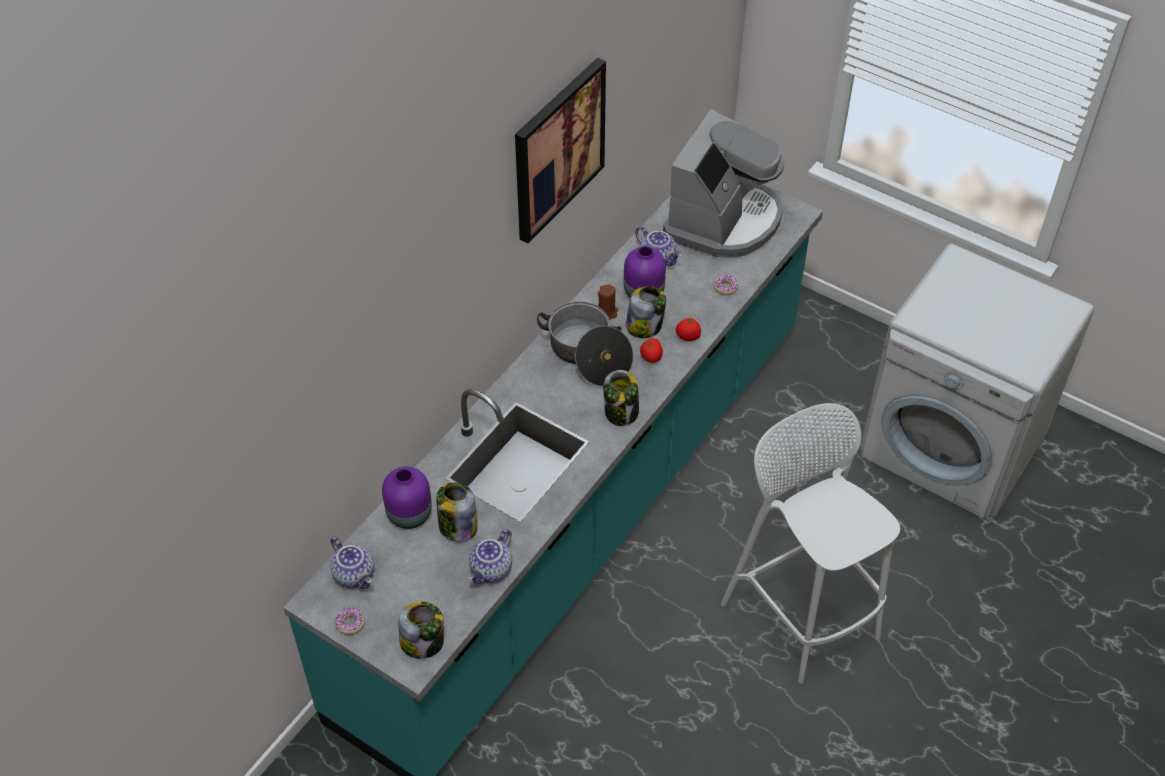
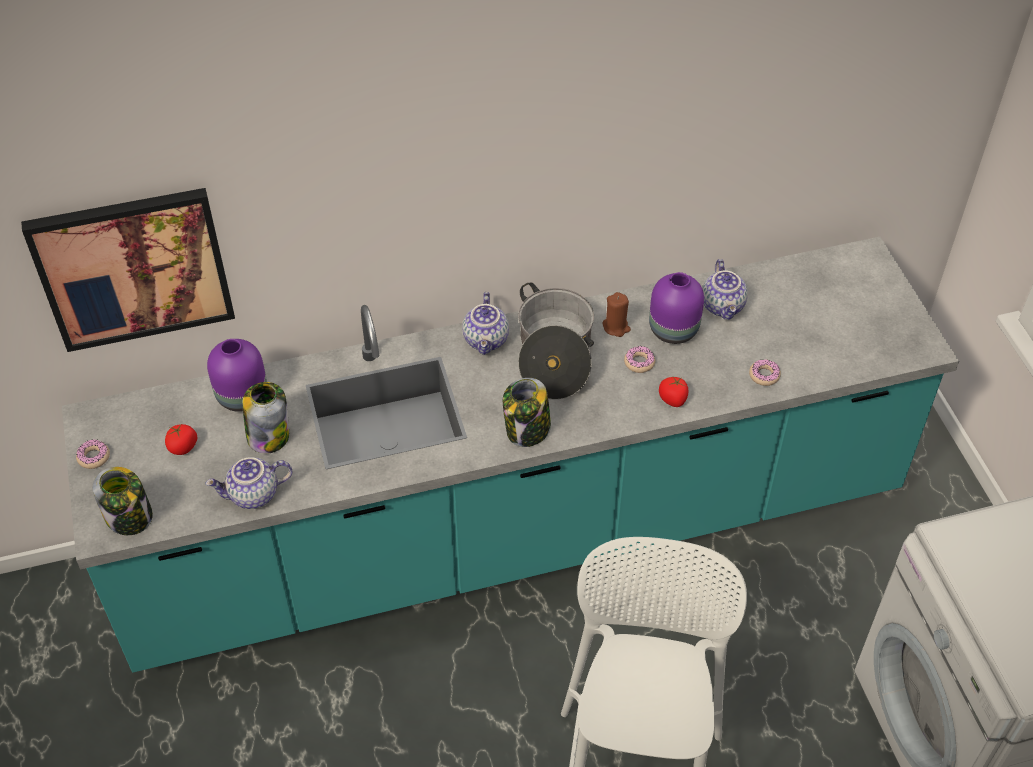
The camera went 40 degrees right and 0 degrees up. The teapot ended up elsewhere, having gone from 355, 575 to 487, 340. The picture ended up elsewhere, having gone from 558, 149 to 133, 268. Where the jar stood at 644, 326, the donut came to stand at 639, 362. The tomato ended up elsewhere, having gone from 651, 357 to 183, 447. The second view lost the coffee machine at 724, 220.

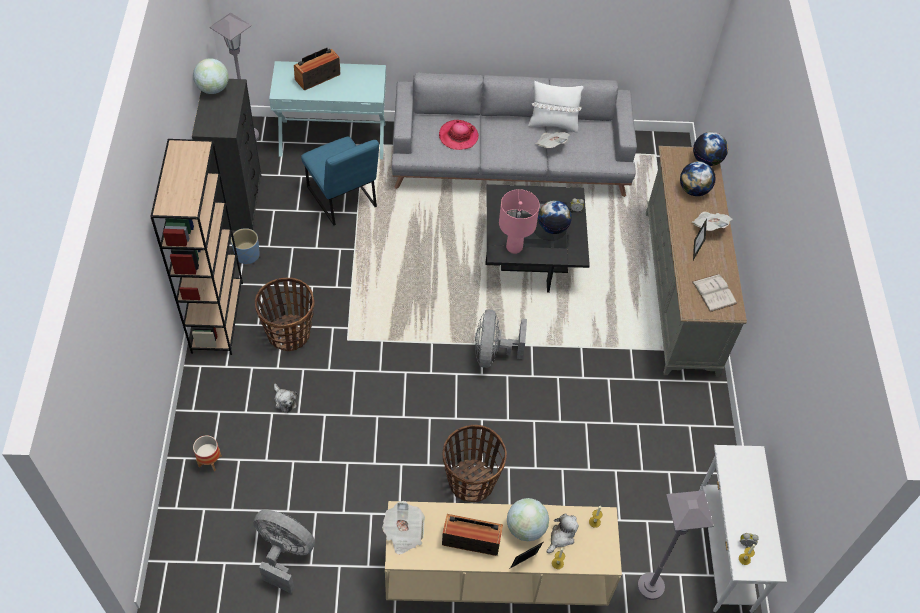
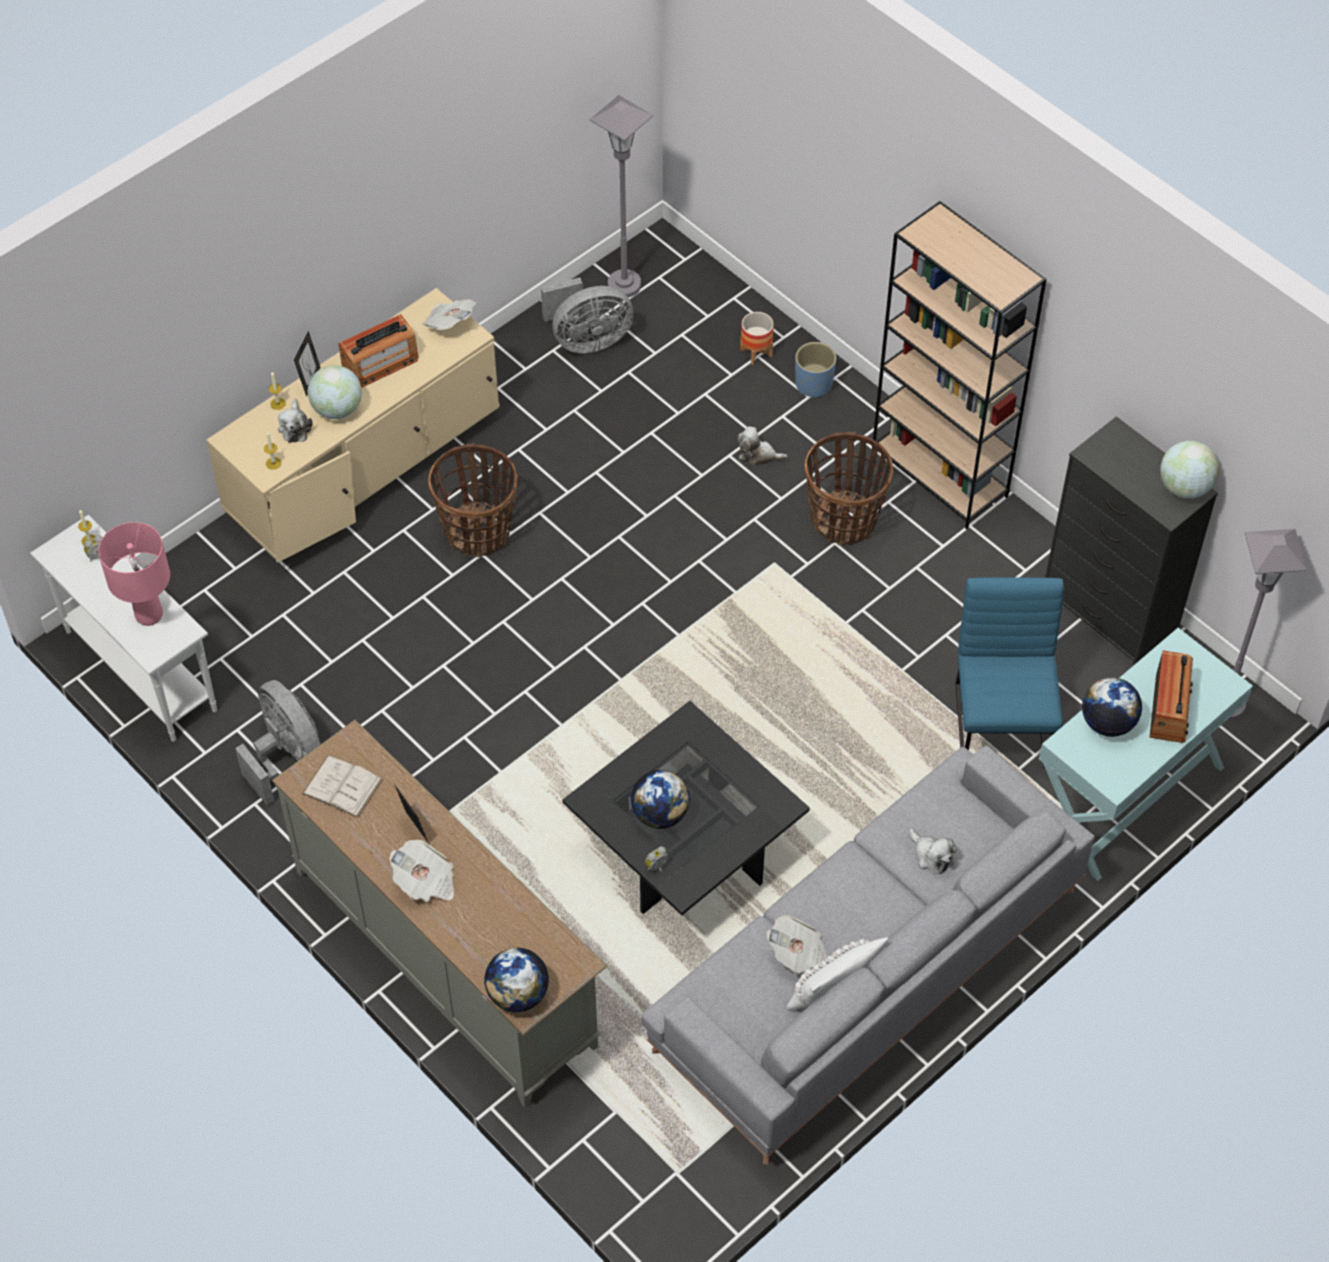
The camera went 140 degrees right and 0 degrees up. The planter in blue ended up elsewhere, having gone from 247, 255 to 814, 384. The chair in blue at 342, 198 ended up facing another way, 75 degrees clockwise from before. Where the hat stood at 458, 136, the plush toy came to stand at 931, 856. The fan in grey ended up elsewhere, having gone from 493, 353 to 286, 756. The table lamp in pink ended up elsewhere, having gone from 514, 247 to 149, 615. The floor lamp in grey ended up elsewhere, having gone from 650, 586 to 624, 285. The globe ended up elsewhere, having gone from 693, 190 to 1108, 722.

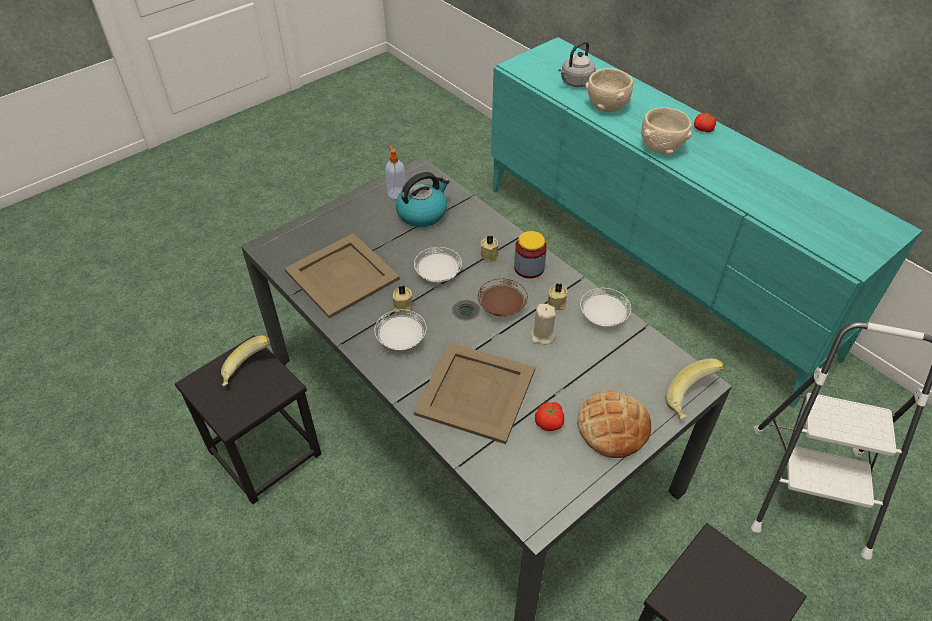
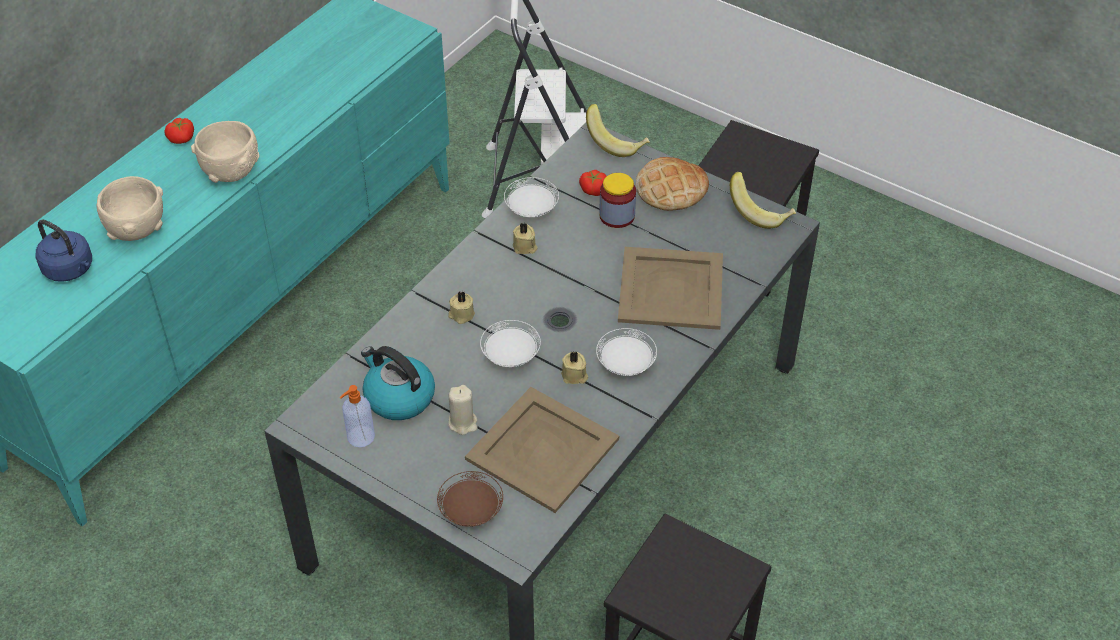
The camera went 105 degrees left and 0 degrees up. The banana ended up elsewhere, having gone from 247, 371 to 760, 212. The plate in brown ended up elsewhere, having gone from 501, 307 to 471, 510. The jar ended up elsewhere, having gone from 529, 268 to 617, 216. The candle in beige ended up elsewhere, having gone from 542, 336 to 463, 423. The tomato ended up elsewhere, having gone from 549, 422 to 594, 189. What was the kettle in grey at 575, 82 turned into the kettle in blue at 70, 270.

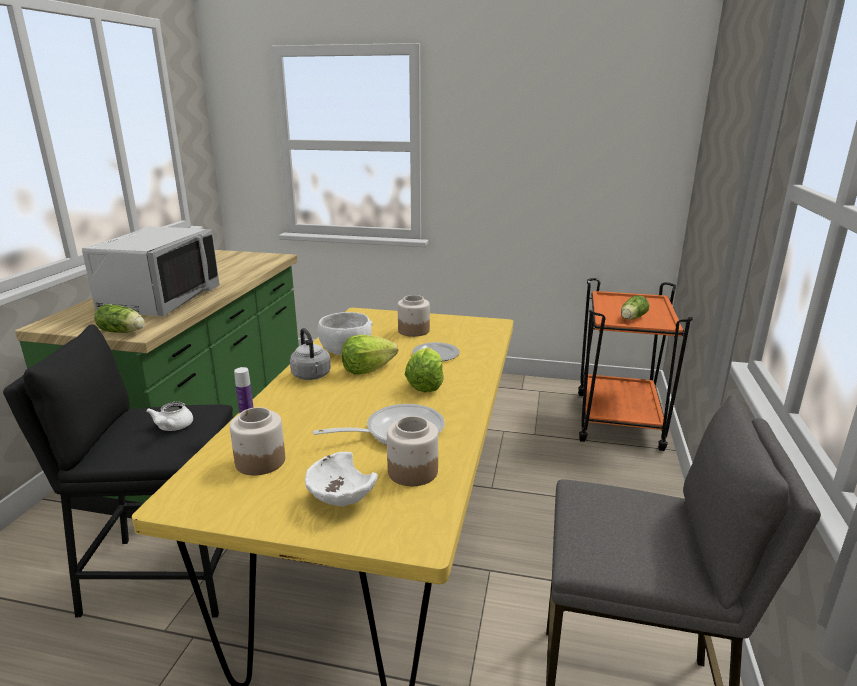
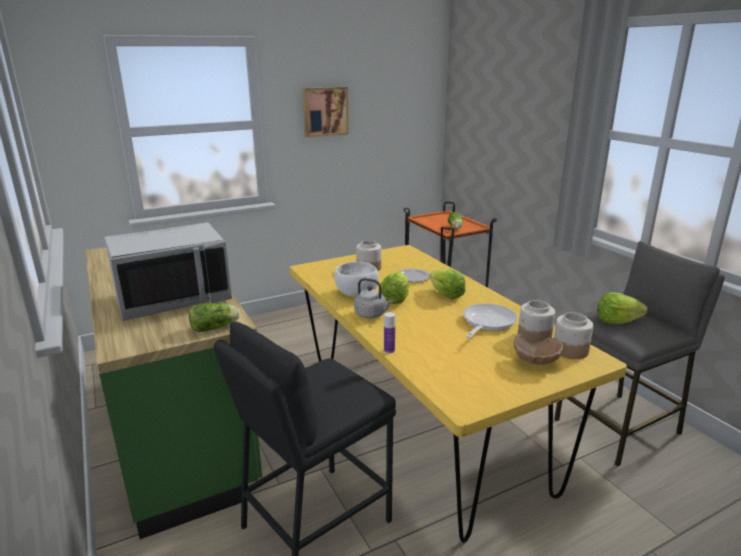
The camera went 40 degrees left and 0 degrees up. The microwave in grey at 160, 300 ended up facing another way, 90 degrees clockwise from before. The second view lost the teapot in white at 172, 427. The jar ended up elsewhere, having gone from 260, 461 to 569, 350. What was the bowl in white at 340, 500 turned into the bowl in brown at 535, 363. The second view gained the picture at 325, 111. The second view gained the lettuce at 617, 321.

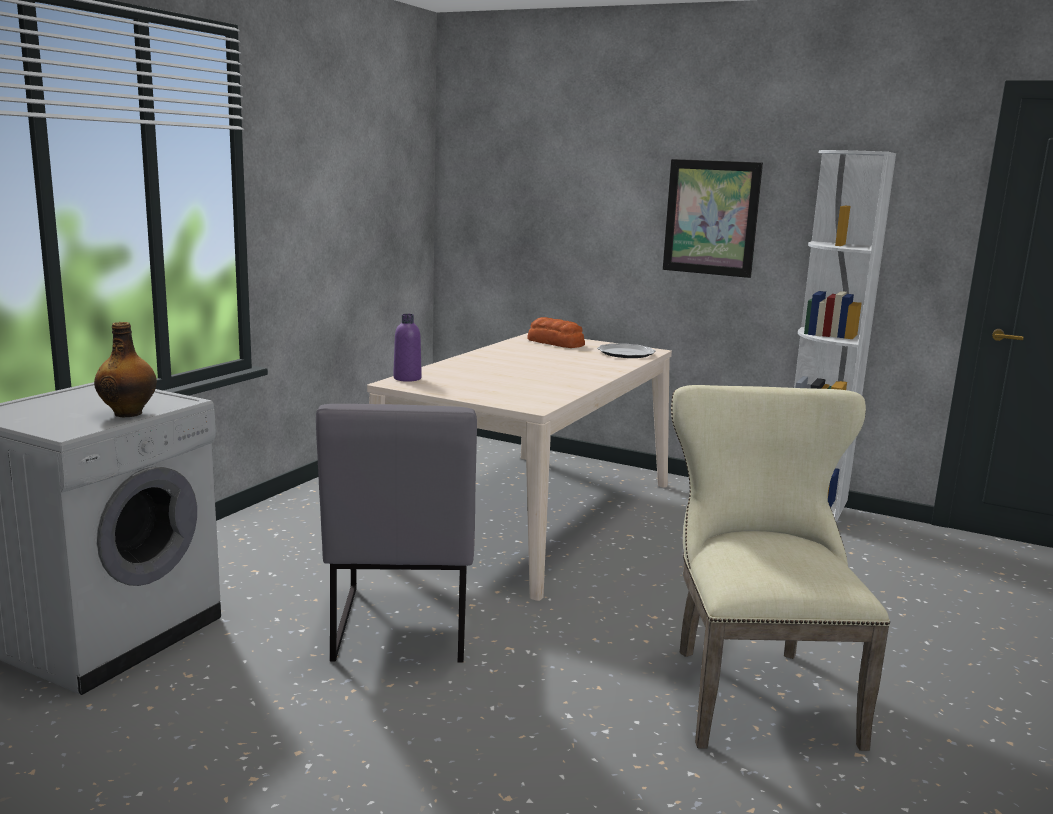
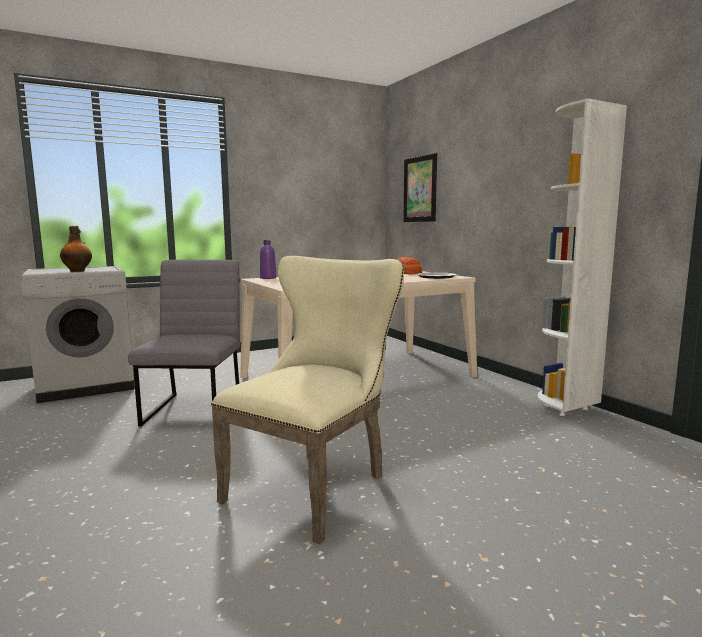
The camera went 35 degrees right and 5 degrees down. The chair in grey at 401, 625 ended up facing another way, 150 degrees clockwise from before. The picture ended up elsewhere, having gone from 711, 218 to 420, 189.

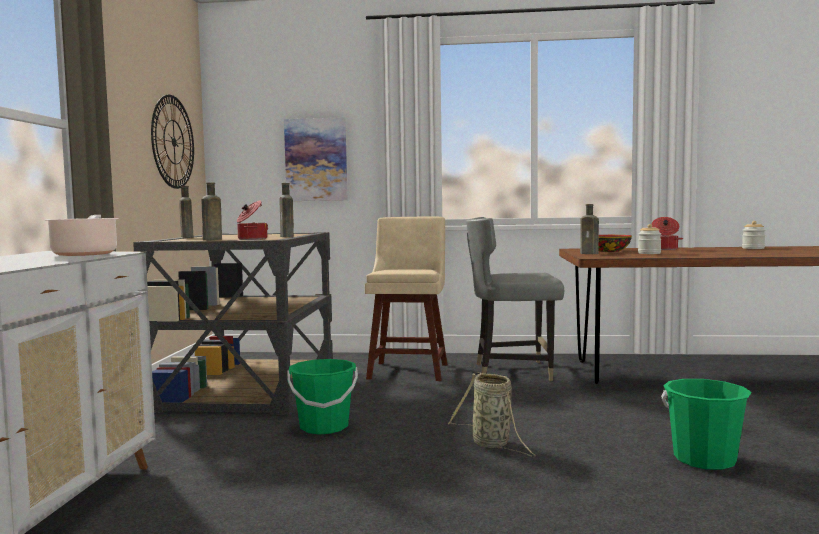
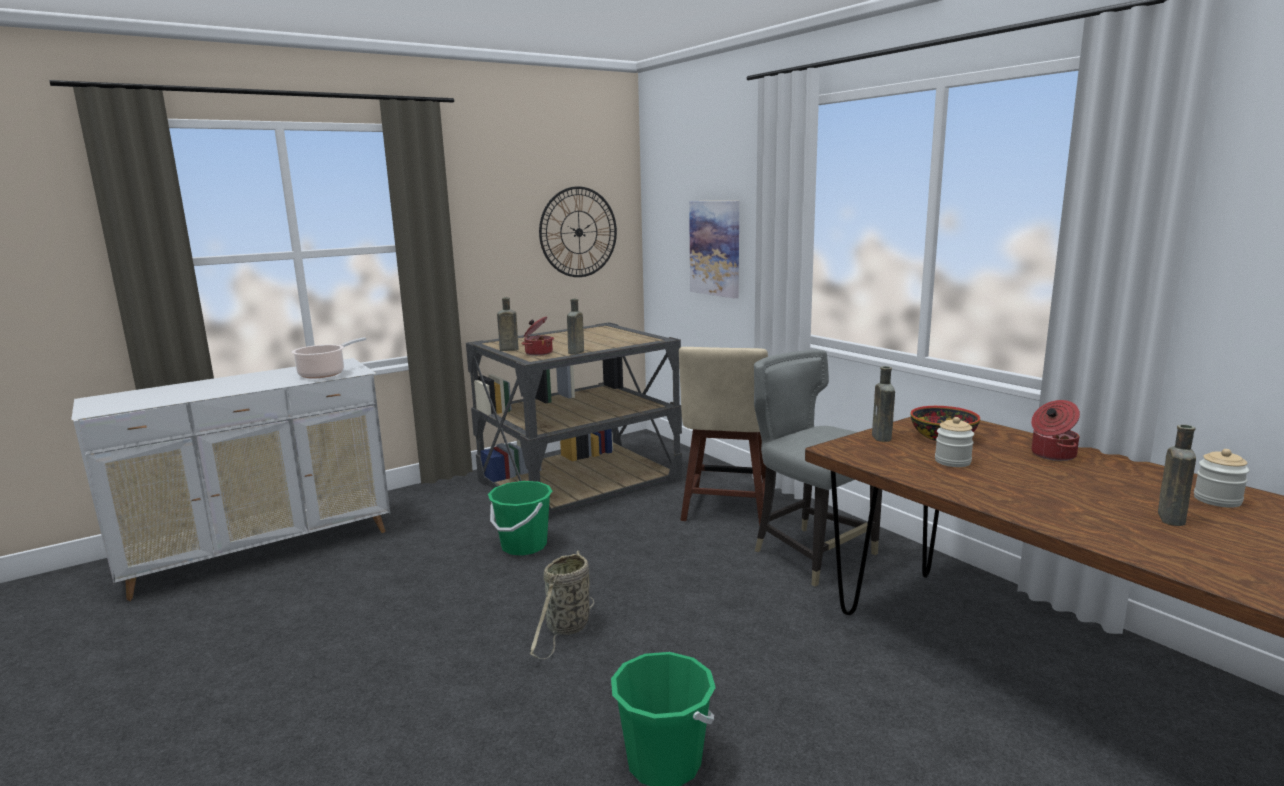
The camera went 50 degrees right and 10 degrees up. The bottle in brown ended up elsewhere, having gone from 187, 237 to 1170, 517. The chair in beige at 409, 370 ended up facing another way, 135 degrees clockwise from before.

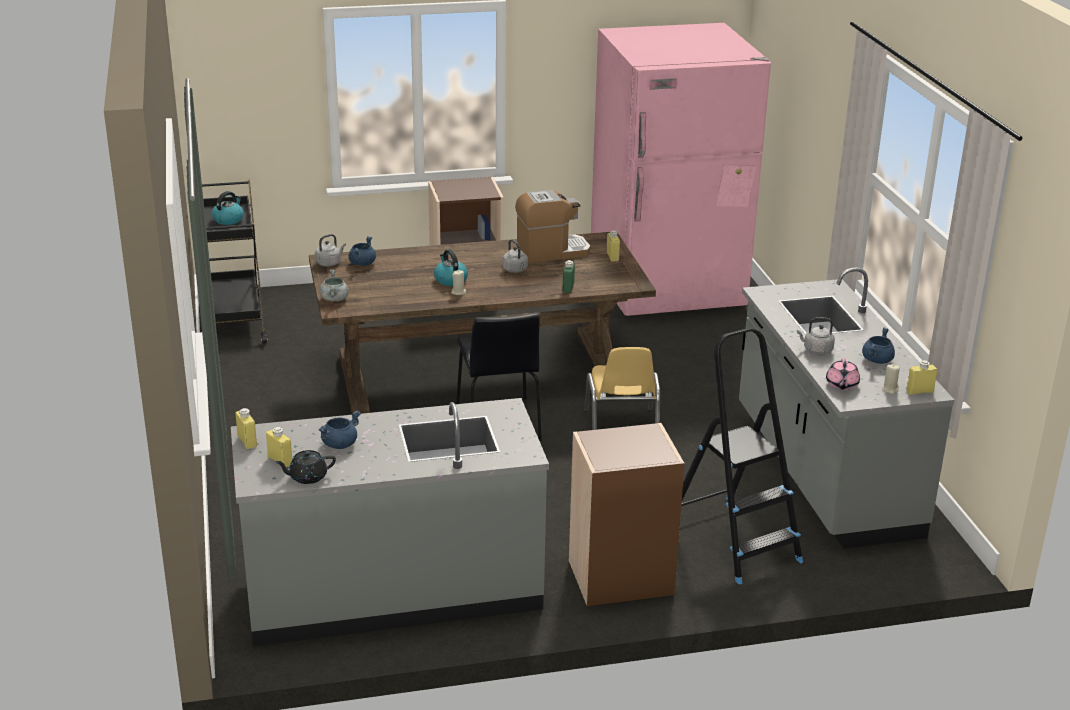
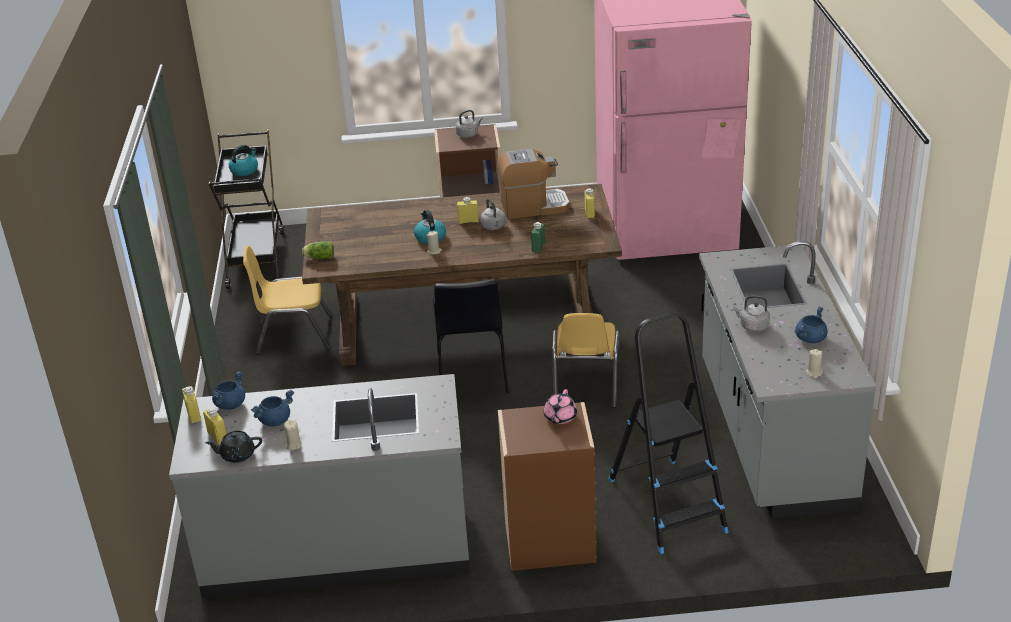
The camera went 10 degrees right and 5 degrees up. The kettle in grey ended up elsewhere, having gone from 329, 263 to 468, 134. Where the cooking pot in grey stood at 335, 299, the lettuce came to stand at 319, 257. The cooking pot in blue ended up elsewhere, having gone from 362, 263 to 230, 404. The teapot in pink ended up elsewhere, having gone from 841, 385 to 559, 417. The bottle in yellow ended up elsewhere, having gone from 919, 391 to 468, 221. The second view gained the chair in yellow at 294, 335. The second view gained the candle in beige at 293, 445.

